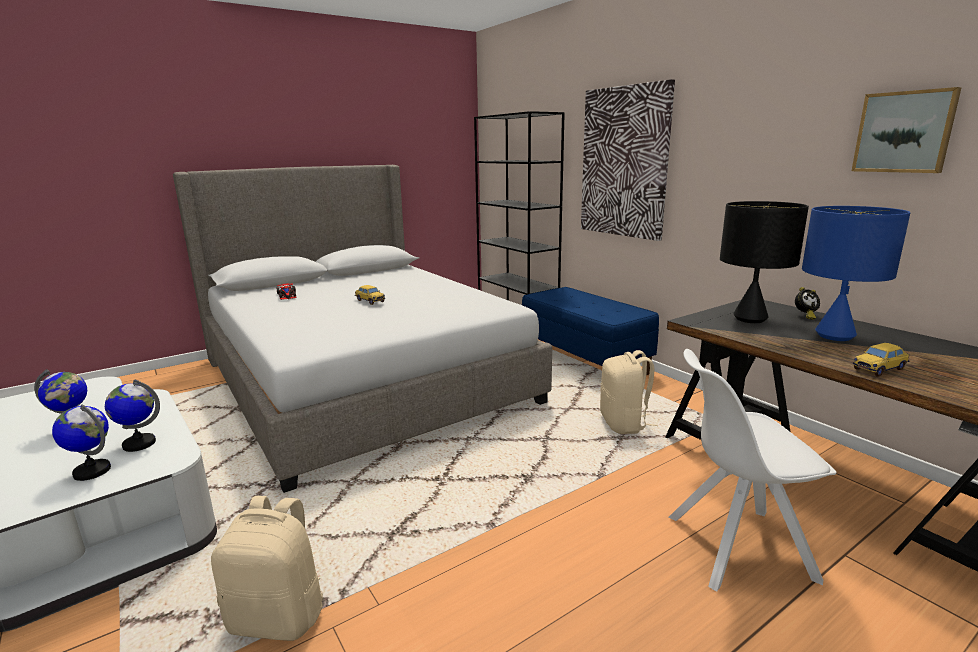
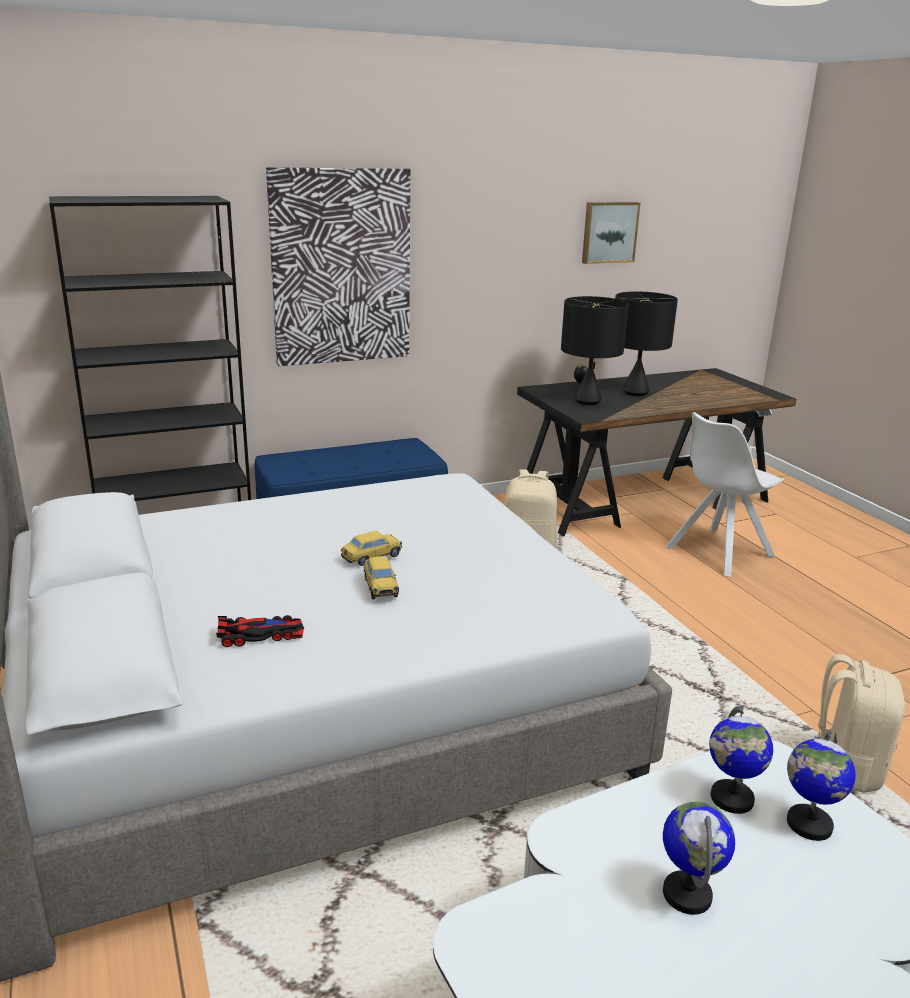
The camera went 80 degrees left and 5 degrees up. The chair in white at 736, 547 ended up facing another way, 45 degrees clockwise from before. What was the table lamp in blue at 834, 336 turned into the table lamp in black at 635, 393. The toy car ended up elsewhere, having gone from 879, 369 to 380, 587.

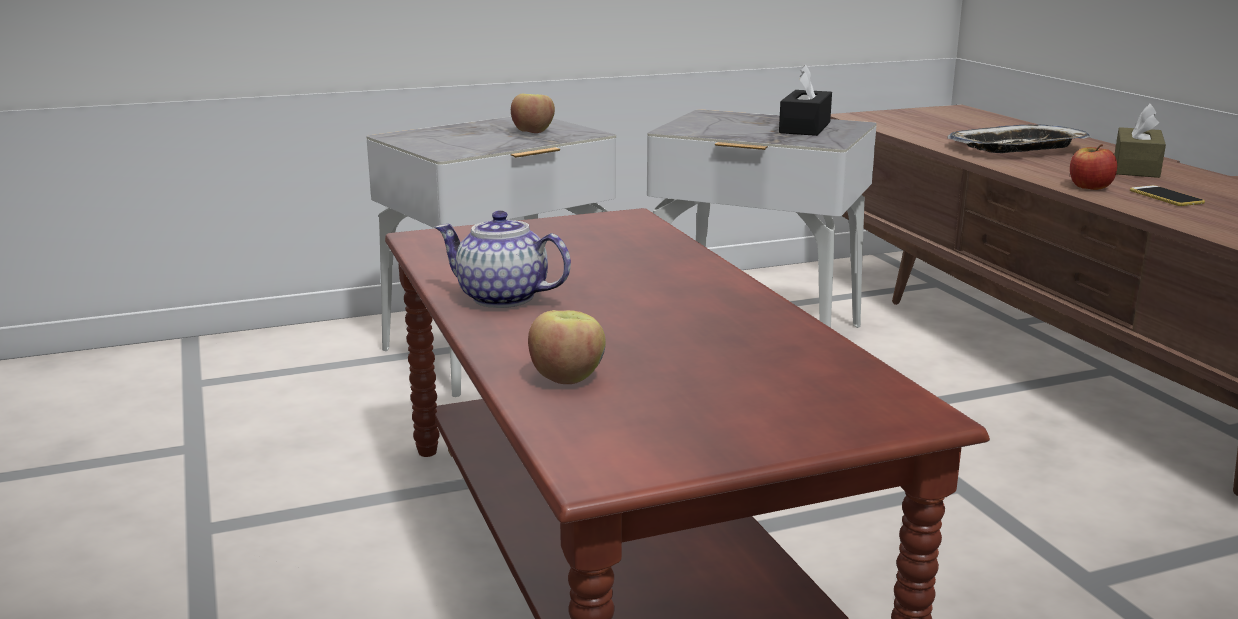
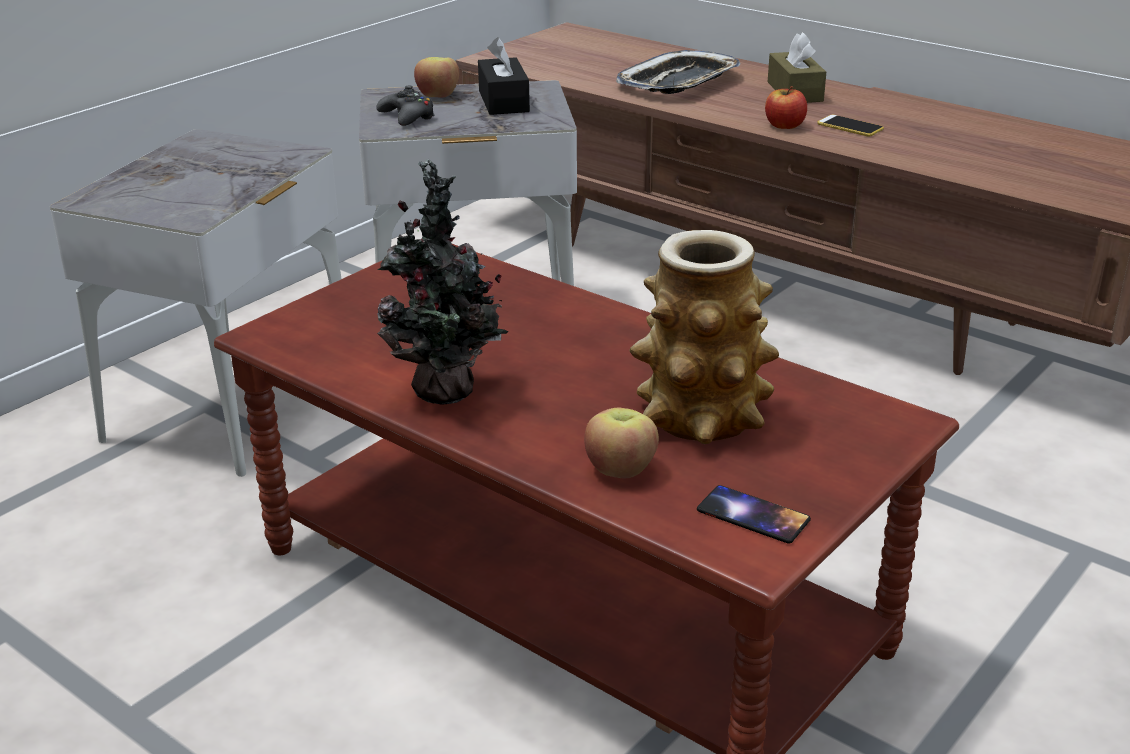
The camera went 30 degrees left and 10 degrees up. Where the teapot stood at 501, 298, the potted plant came to stand at 448, 394. The apple ended up elsewhere, having gone from 533, 131 to 438, 95. The second view gained the game controller in black at 407, 117. The second view gained the vase at 702, 415. The second view gained the phone at 753, 515.

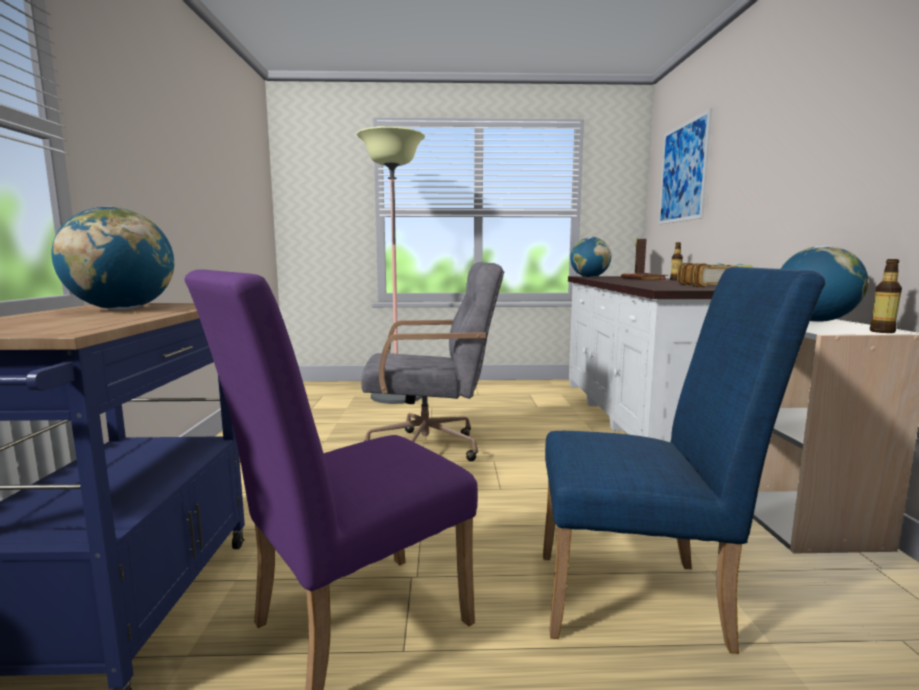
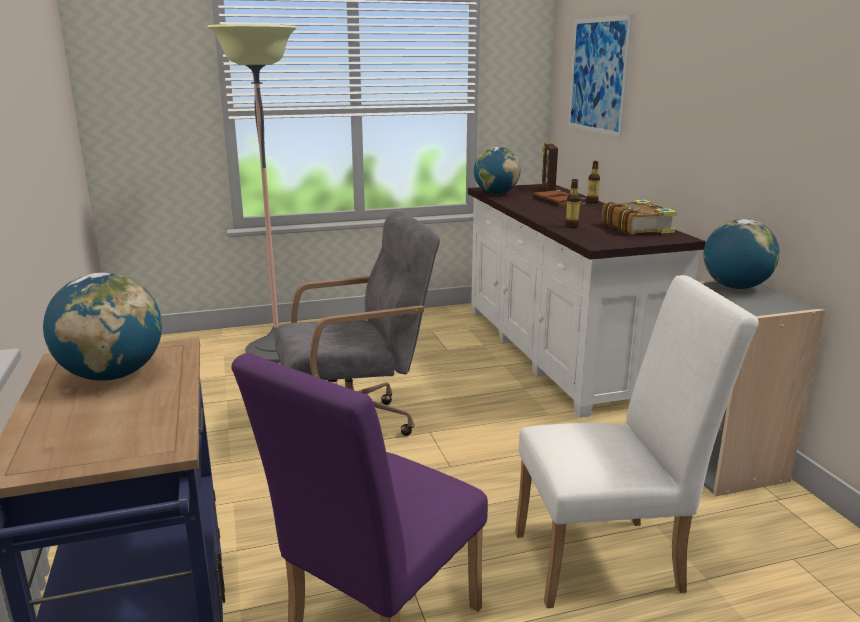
The camera went 15 degrees left and 10 degrees up. What was the chair in blue at 644, 599 turned into the chair in white at 610, 560. The bottle ended up elsewhere, having gone from 882, 331 to 571, 226.

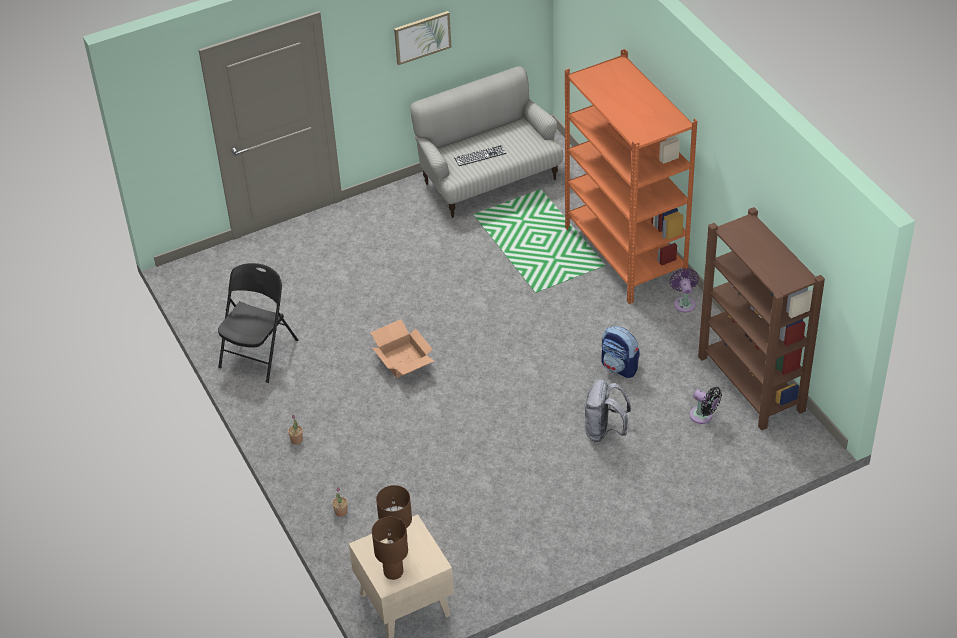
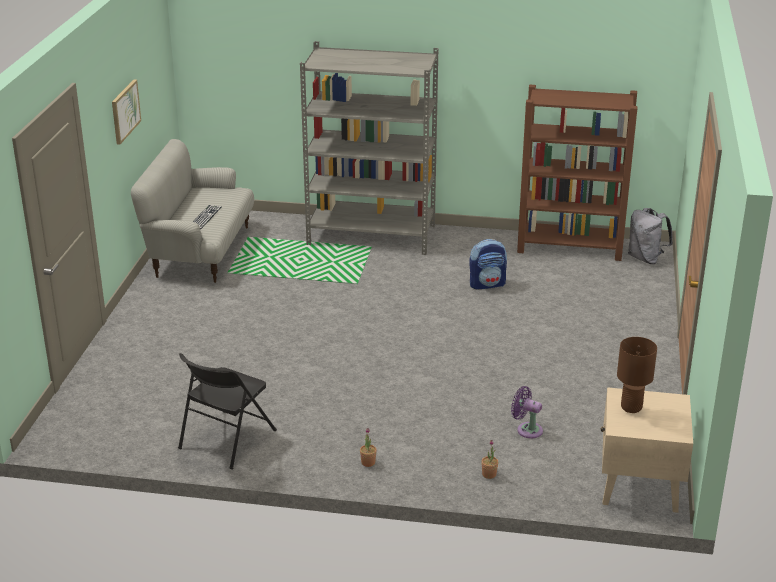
The camera went 55 degrees left and 15 degrees down. The chair in black at 258, 354 ended up facing another way, 120 degrees counterclockwise from before. The second view lost the cardboard box at 402, 360. The second view lost the table lamp in brown at 394, 573. What was the bookcase in orange at 625, 254 turned into the bookcase in grey at 371, 236. The backpack in grey ended up elsewhere, having gone from 604, 431 to 646, 258. The fan in purple ended up elsewhere, having gone from 684, 303 to 527, 429. The second view lost the fan in black at 703, 416.

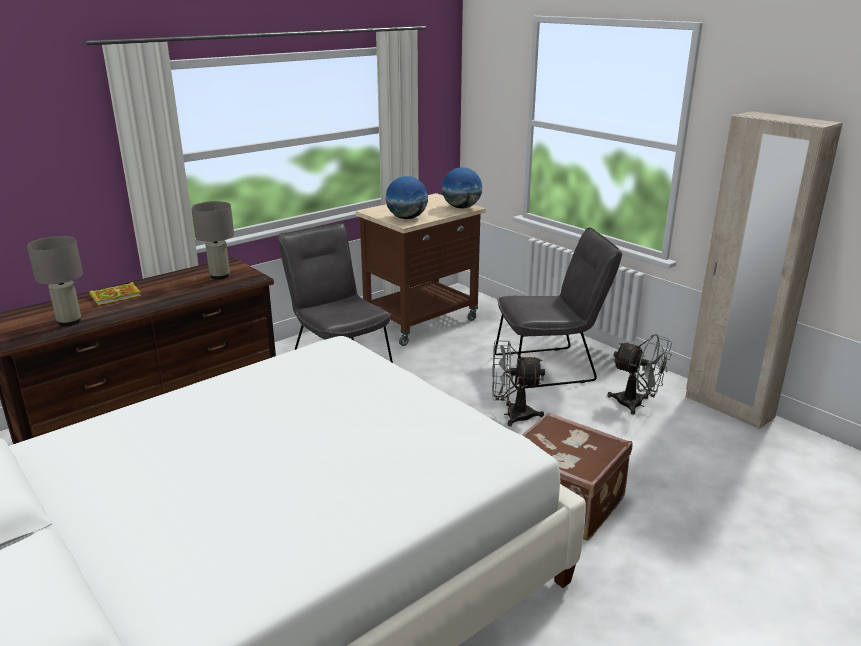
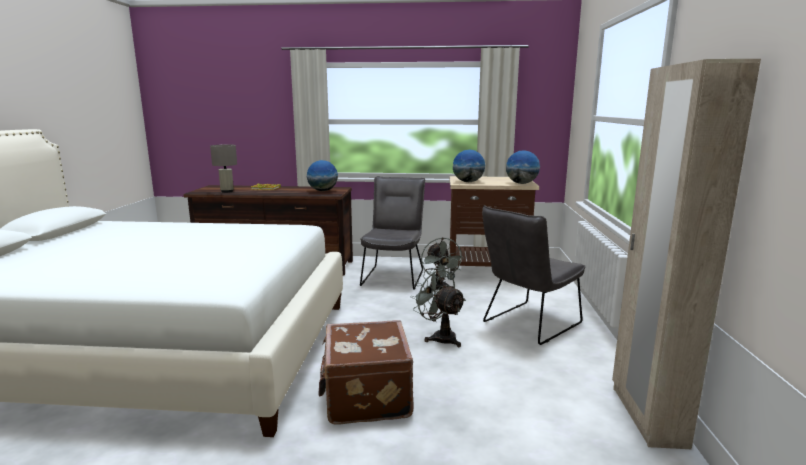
The camera went 45 degrees right and 10 degrees down. Where the table lamp in grey stood at 220, 276, the globe came to stand at 323, 191. The chair in grey at 551, 367 ended up facing another way, 105 degrees clockwise from before. The fan in grey ended up elsewhere, having gone from 636, 404 to 439, 289.

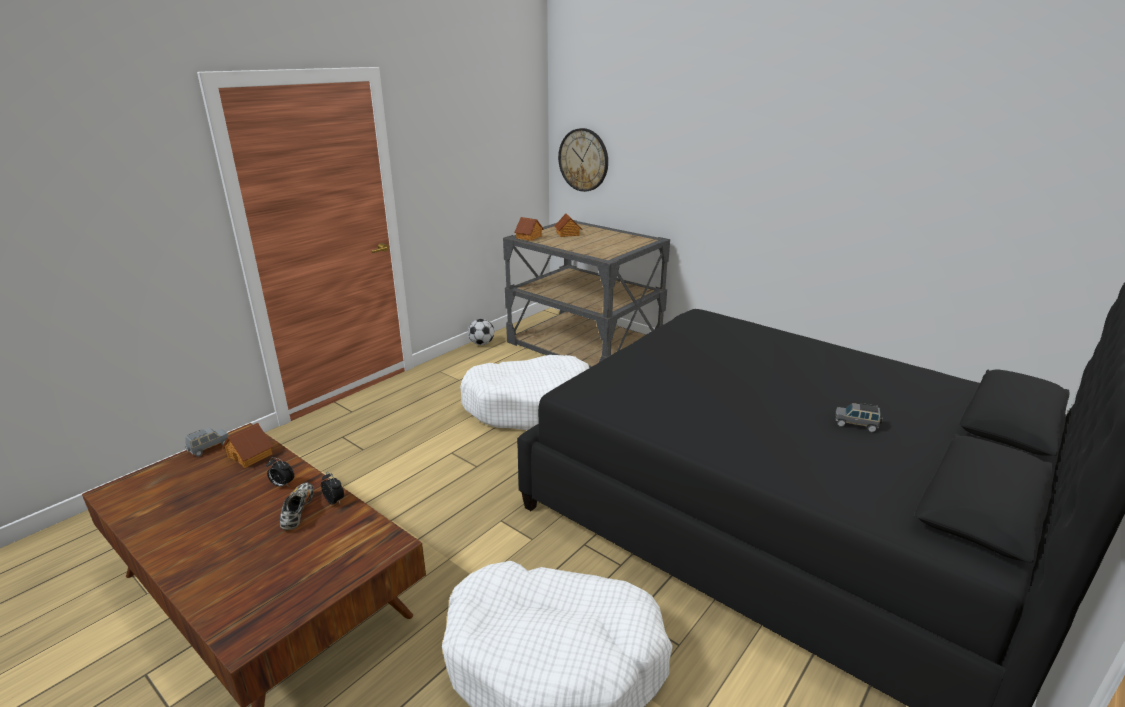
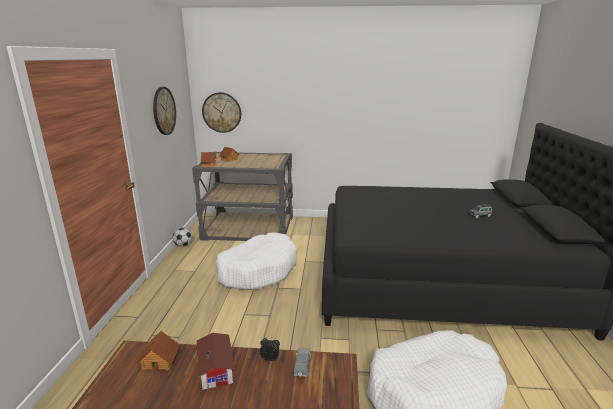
The camera went 35 degrees left and 5 degrees down. The toy car in grey ended up elsewhere, having gone from 209, 448 to 302, 367. Where the alarm clock stood at 282, 485, the toy house came to stand at 217, 366. The second view lost the shoe at 298, 511. The second view gained the wall clock at 164, 111.

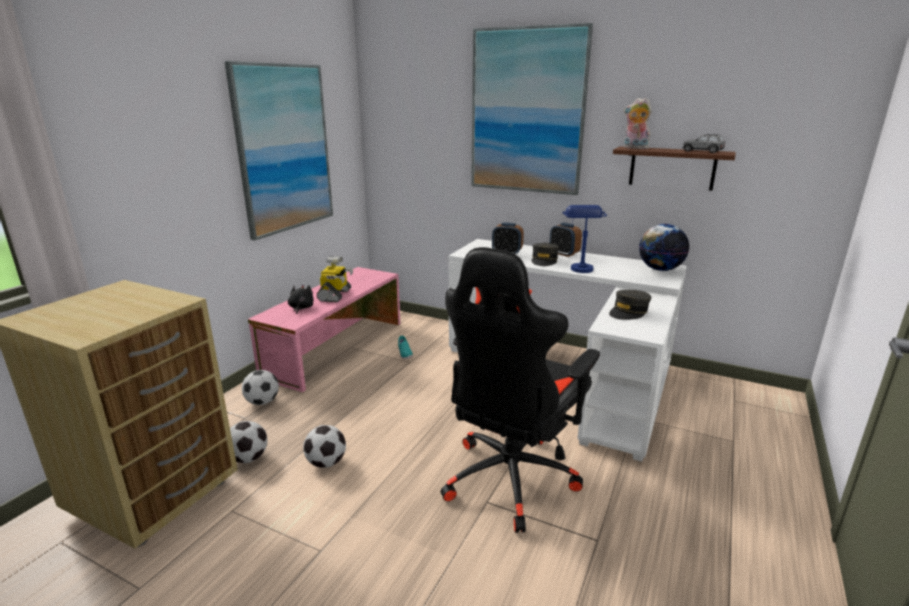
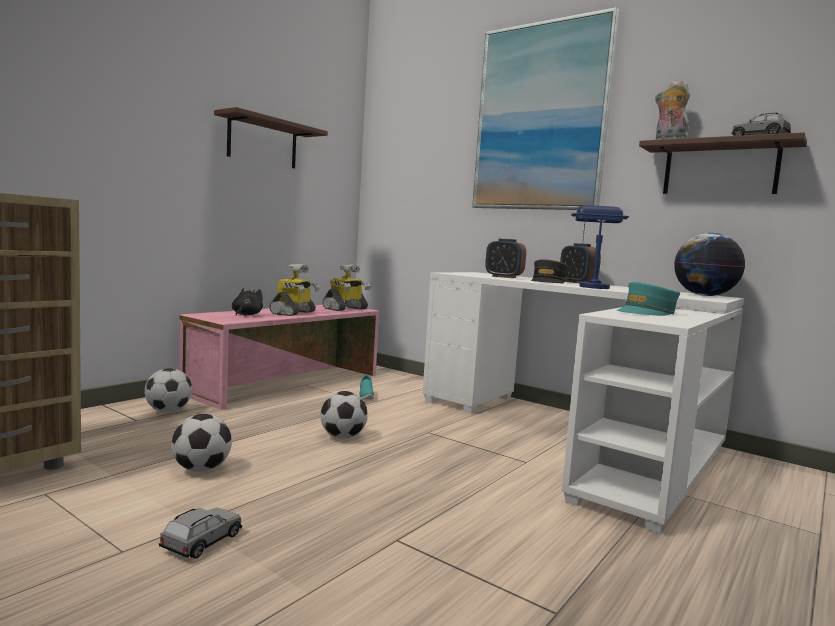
The camera went 10 degrees right and 15 degrees down. Where the picture hung at 284, 149, the shelf in brown came to hang at 263, 142. The football ended up elsewhere, having gone from 248, 458 to 343, 437. The second view lost the office chair in black at 515, 472. What was the cap in grey at 629, 312 turned into the cap in turquoise at 647, 313. The second view gained the toy car in grey at 202, 542. The second view gained the toy robot at 345, 309.

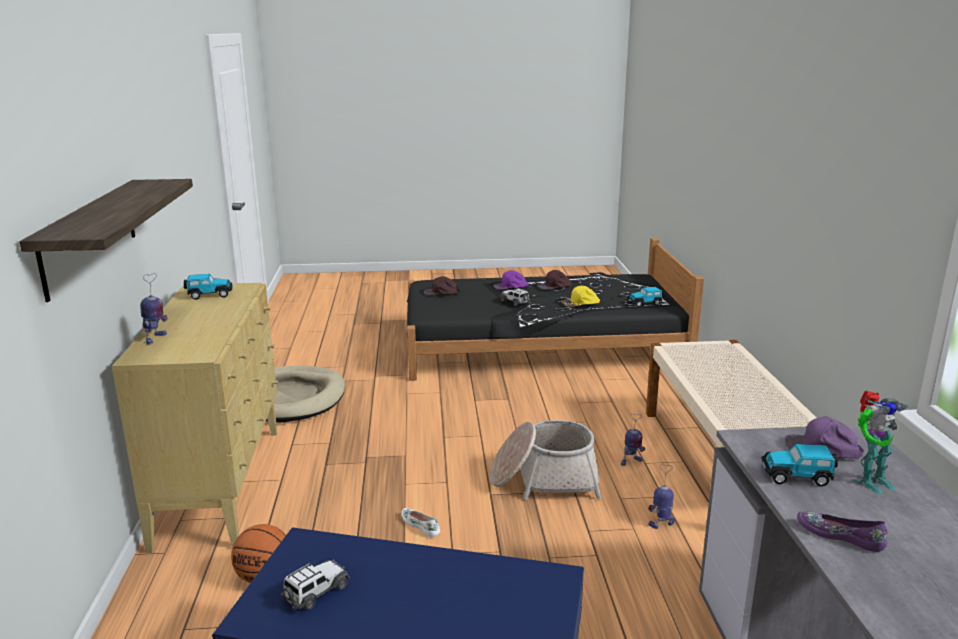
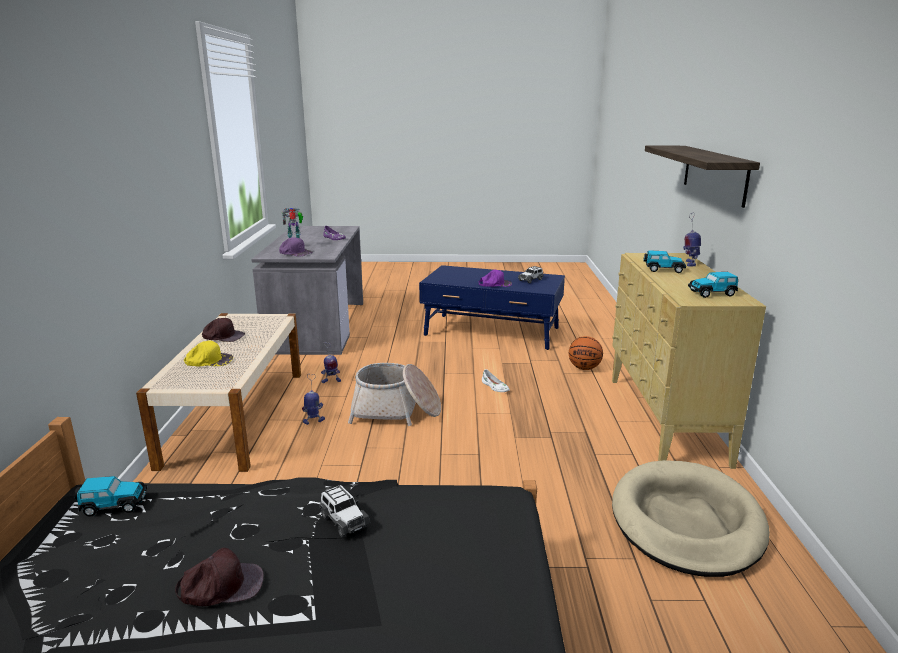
The camera went 175 degrees left and 0 degrees up. The cap in brown ended up elsewhere, having gone from 441, 292 to 223, 336. The cap in purple ended up elsewhere, having gone from 510, 286 to 495, 284. The cap in yellow ended up elsewhere, having gone from 580, 303 to 209, 361. The toy car ended up elsewhere, having gone from 797, 476 to 663, 269.

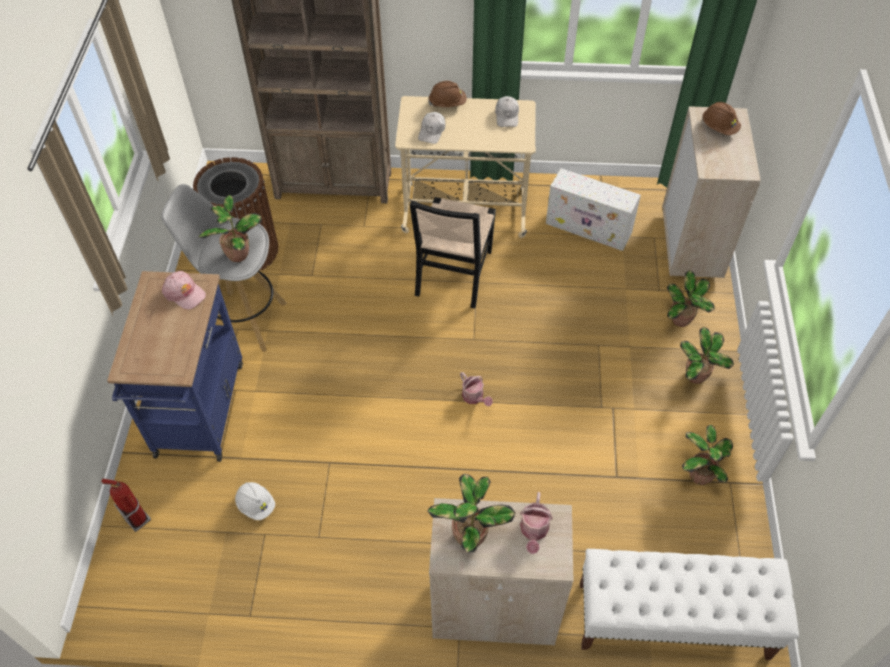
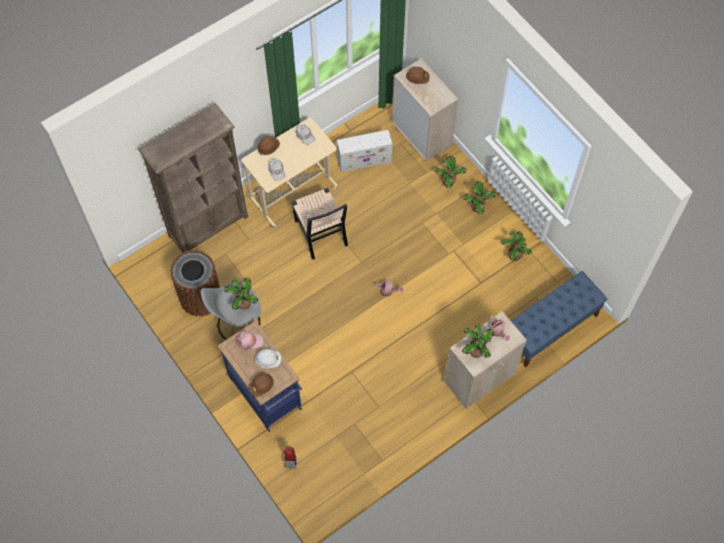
The camera went 40 degrees left and 10 degrees up. The hard hat in white ended up elsewhere, having gone from 256, 505 to 268, 360. What was the bench in white at 672, 621 turned into the bench in blue at 550, 328. The second view gained the hard hat in brown at 261, 386.

